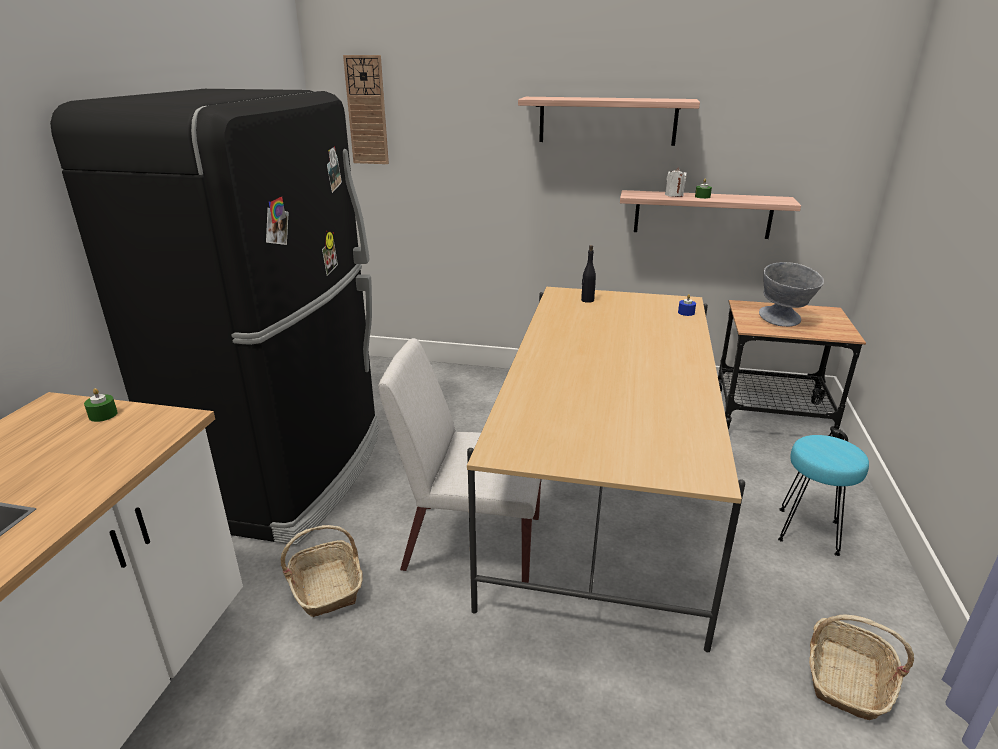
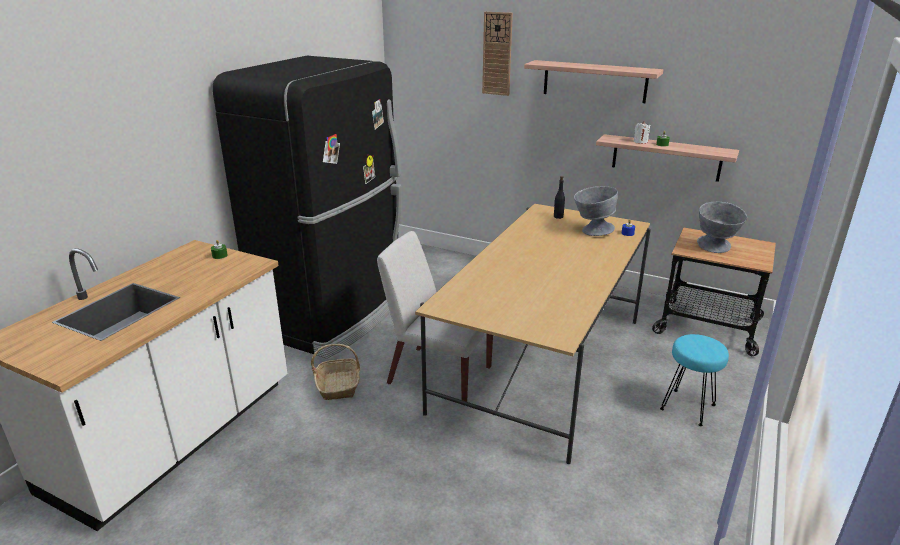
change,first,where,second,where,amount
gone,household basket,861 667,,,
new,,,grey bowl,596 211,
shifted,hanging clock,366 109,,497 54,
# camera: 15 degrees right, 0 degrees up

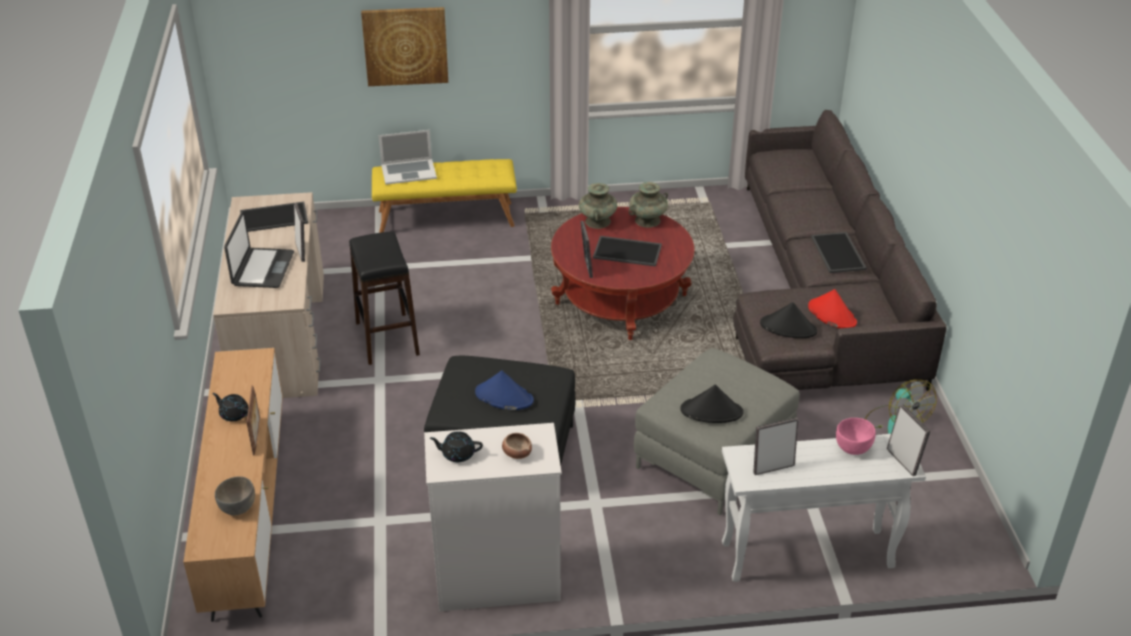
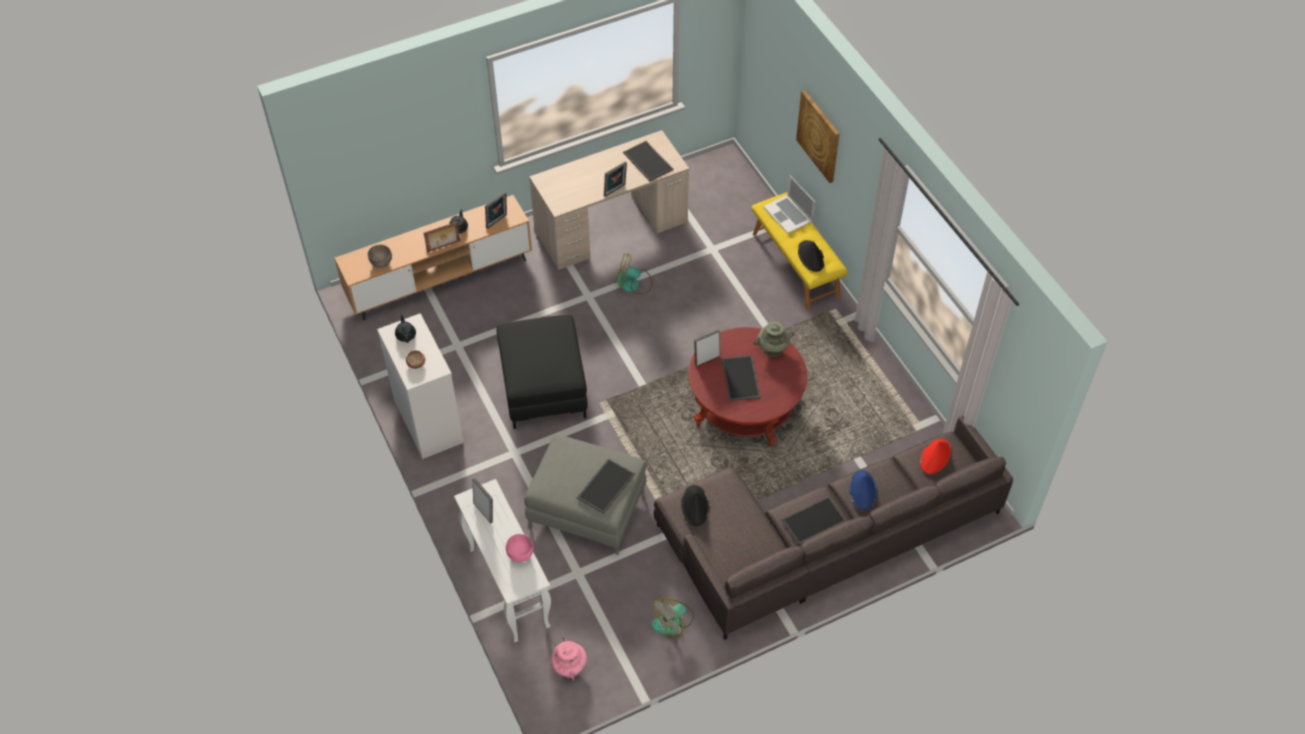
change,first,where,second,where,amount
gone,notebook computer,259 249,,,
gone,turquoise decorative vase,648 205,,,
new,,,pink decorative vase,569 658,
new,,,carrying tray,606 486,
shifted,bluish clothing hat,504 390,,863 490,
shifted,blackish clothing hat,712 404,,811 256,
shifted,reddish clothing hat,832 308,,935 456,
shifted,photo frame,908 440,,496 210,
swapped,blackish stool,384 298,electric fan,633 273,
# camera: 70 degrees right, 15 degrees up

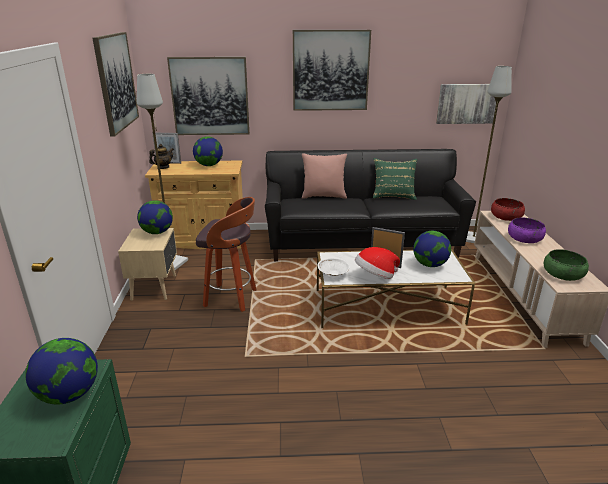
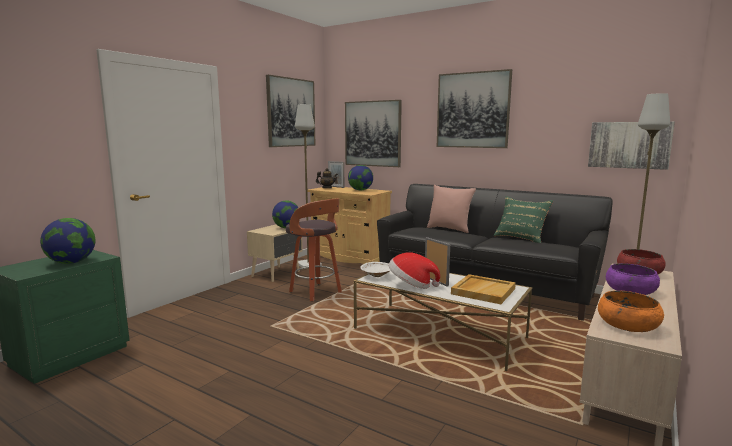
change,first,where,second,where,amount
swapped,desk globe,432 249,sand-coloured carrying tray,483 289,
repainted,green bowl,566 265,orange bowl,631 311,
# camera: 35 degrees right, 15 degrees down

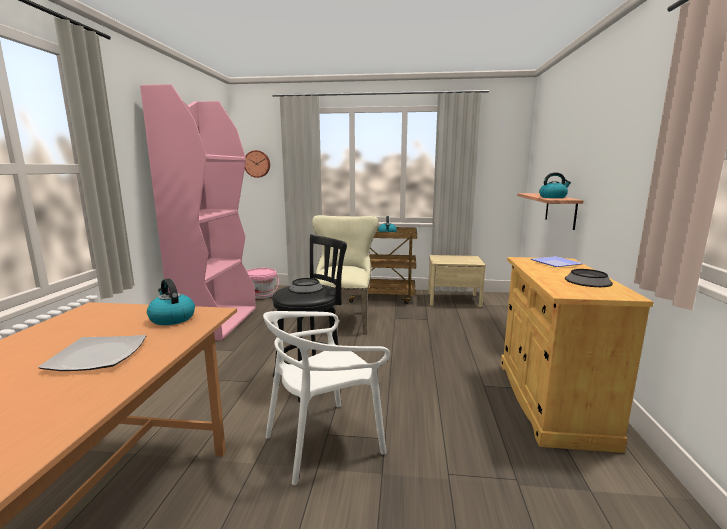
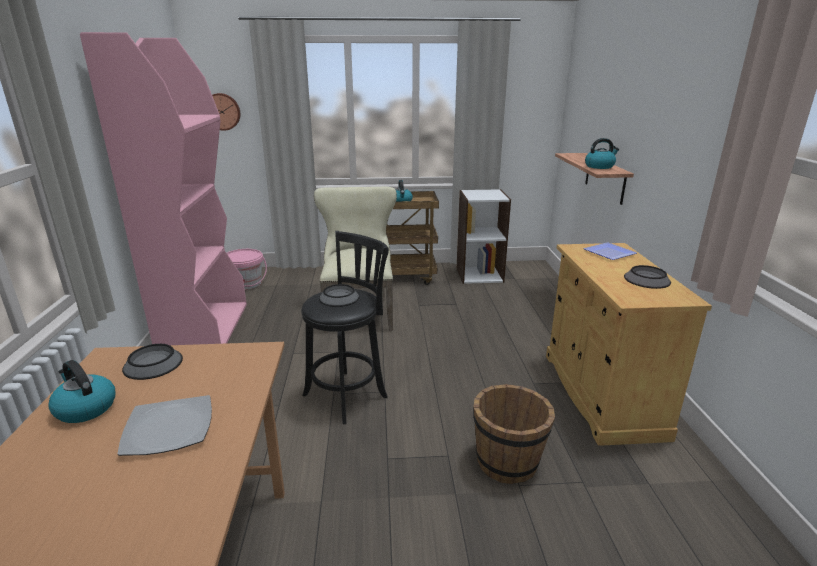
change,first,where,second,where,amount
gone,white-coloured chair,326 398,,,
new,,,bowl,152 362,
new,,,brown-coloured bucket,514 434,
shifted,kettle,171 302,,81 391,
swapped,sand-coloured nightstand,457 281,white-coloured bookshelf,483 236,
# camera: 10 degrees left, 10 degrees up

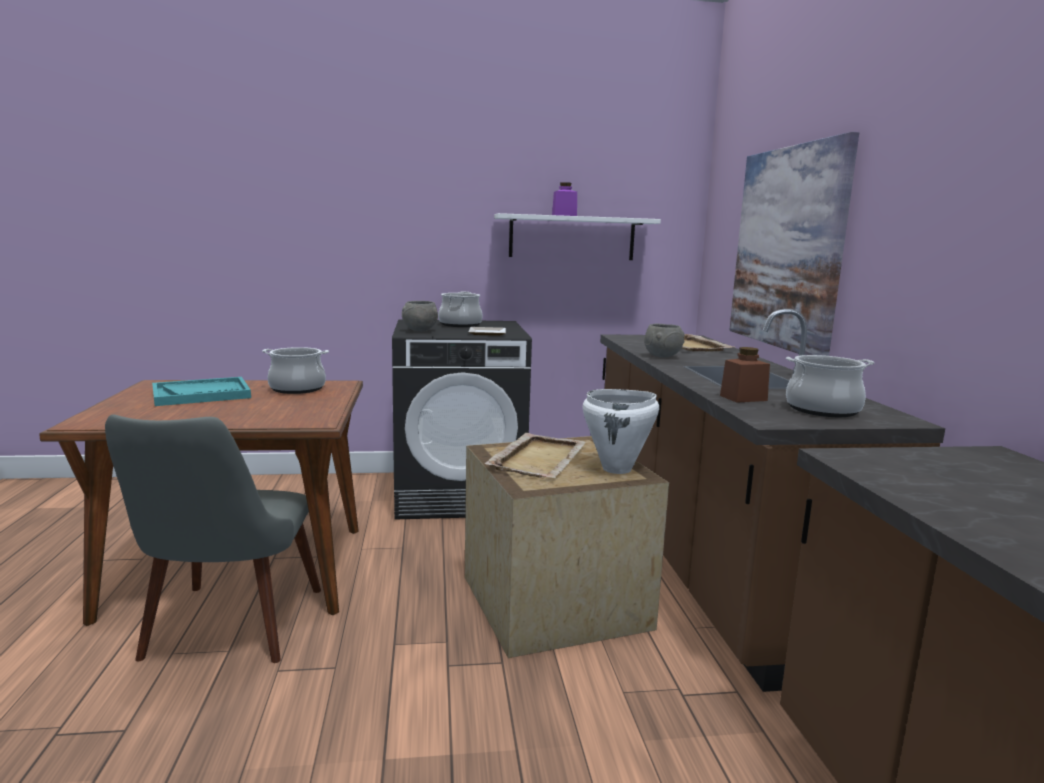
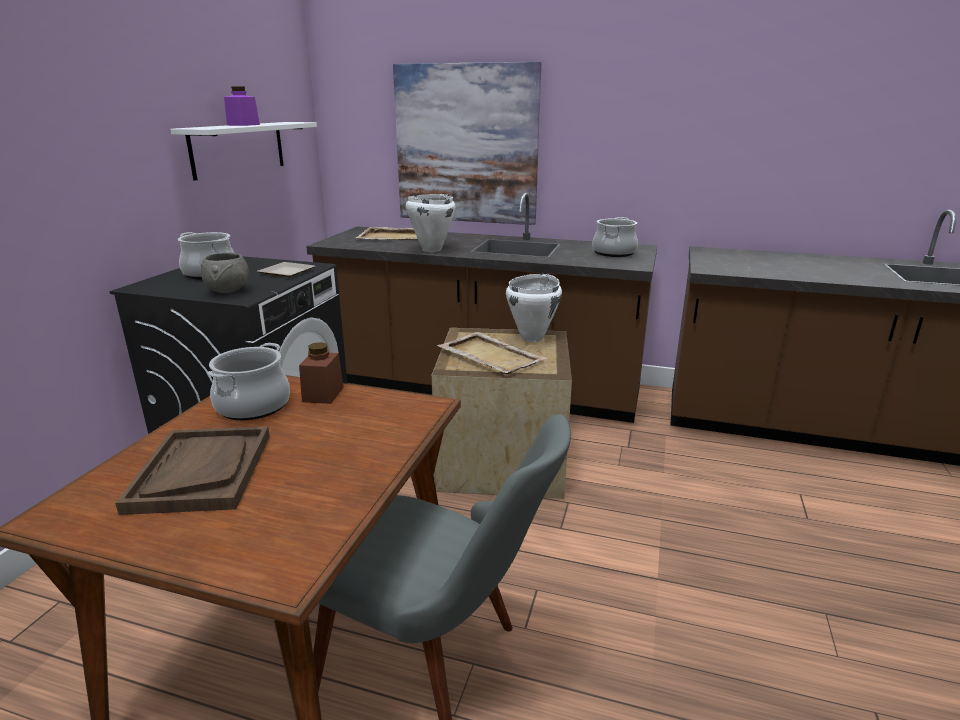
change,first,where,second,where,amount
shifted,brown-coloured storage jar,745 375,,321 373,
swapped,grey bowl,664 340,white-coloured saucepot,430 223,
repainted,turquoise carrying tray,201 391,brown-coloured carrying tray,192 470,
# camera: 65 degrees left, 10 degrees up

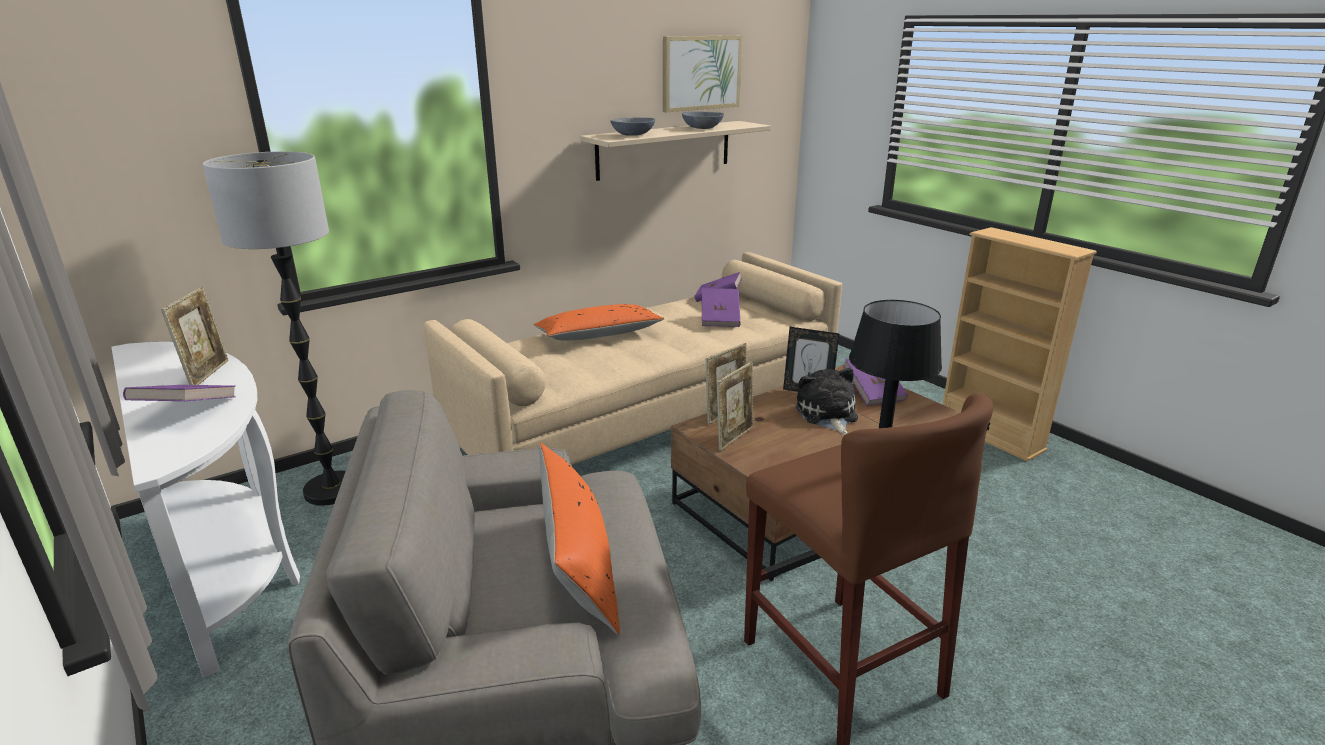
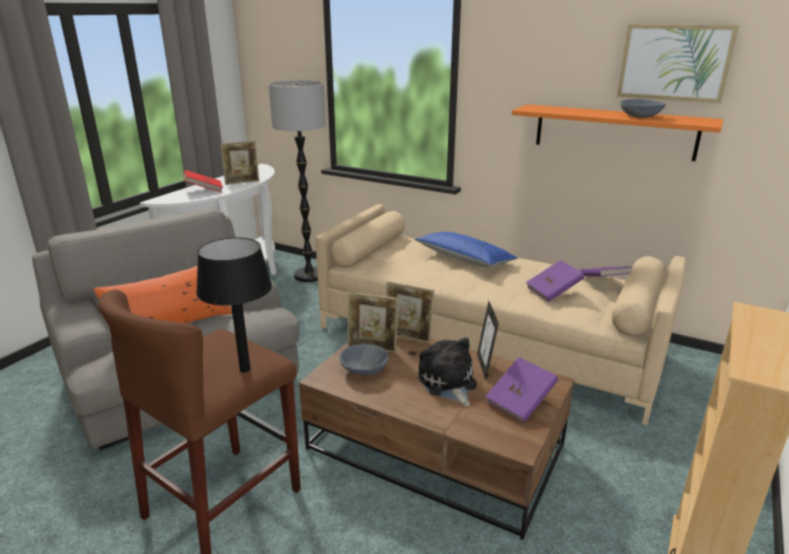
change,first,where,second,where,amount
shifted,grey bowl,633 127,,364 359,
repainted,purple bound book,179 393,reddish bound book,203 181,
repainted,orange pillow,599 322,bluish pillow,465 249,
repainted,sand-coloured wall shelf,675 151,orange wall shelf,617 132,
rotated,soft toy,827 401,,447 371,75 degrees counterclockwise
# camera: 65 degrees right, 0 degrees up

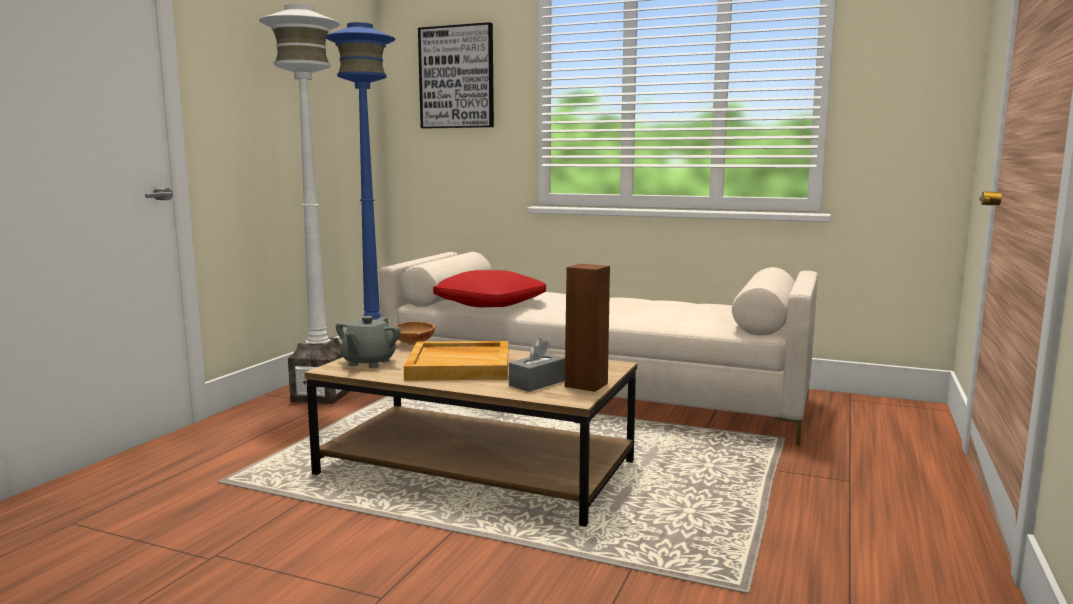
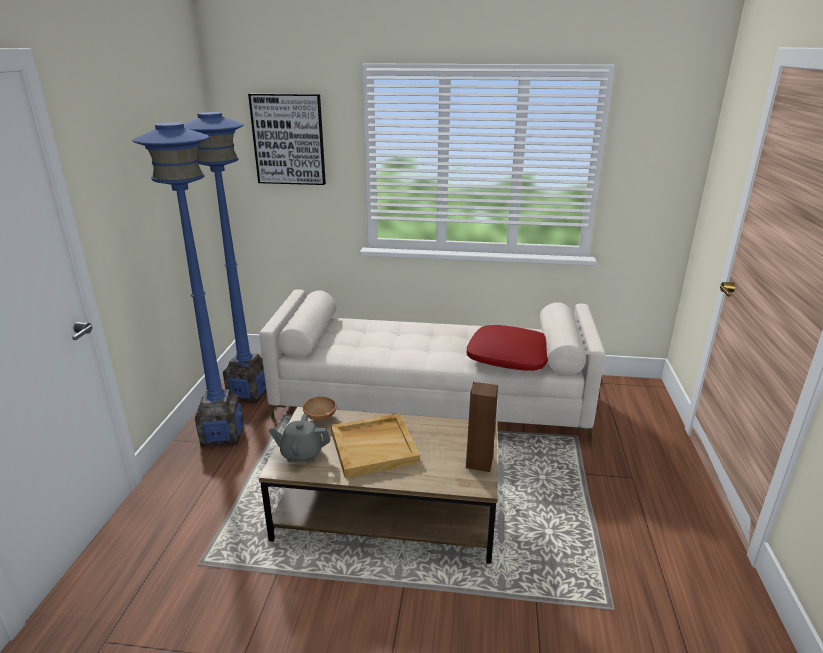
change,first,where,second,where,amount
gone,grey box of tissues,537 365,,,
shifted,reddish pillow,489 288,,507 348,
repainted,white-coloured standing lamp,304 204,bluish standing lamp,188 284,
rotated,grey teapot,368 342,,300 438,90 degrees clockwise
# camera: 15 degrees left, 15 degrees up

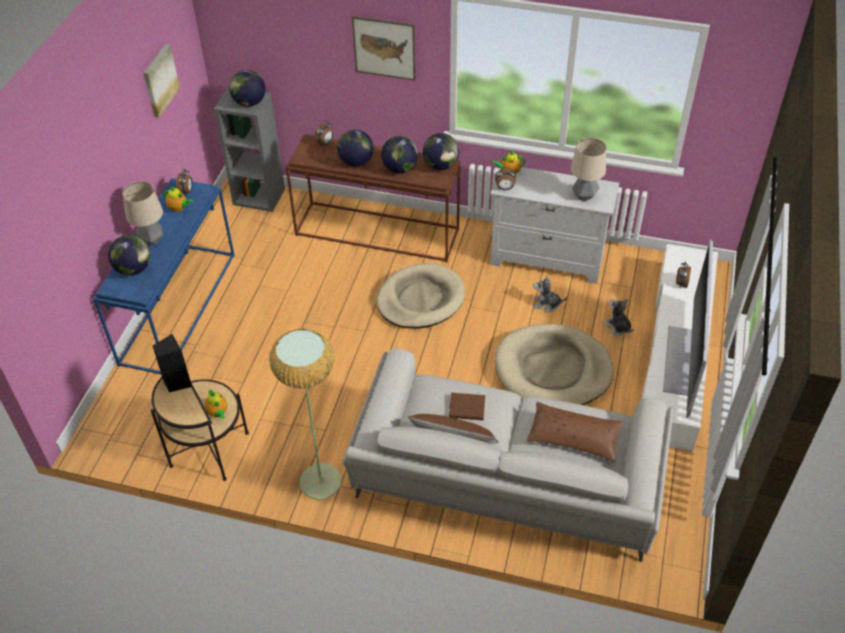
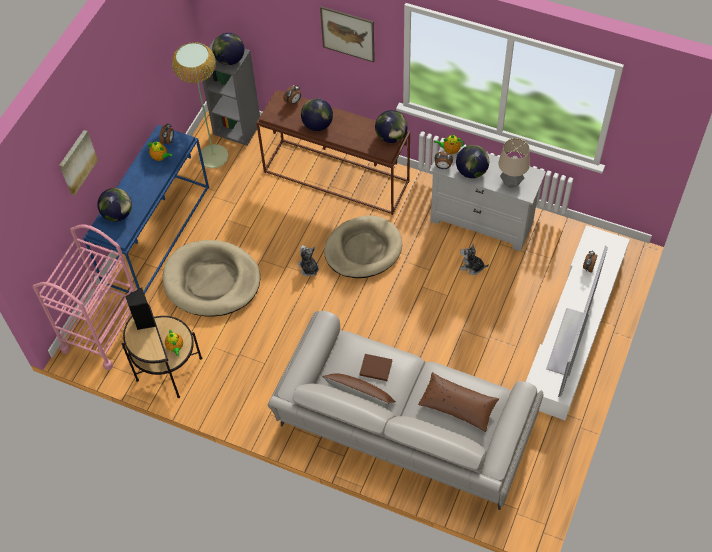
change,first,where,second,where,amount
gone,lamp for a table,142 213,,,
new,,,pink trolley,84 297,
shifted,wall art,161 81,,78 163,
shifted,standing lamp,305 414,,200 105,
shifted,desk globe,399 154,,472 161,
shifted,sand-coloured dog bed,554 364,,211 278,
shifted,soft toy,618 317,,308 260,
# camera: 10 degrees right, 10 degrees up

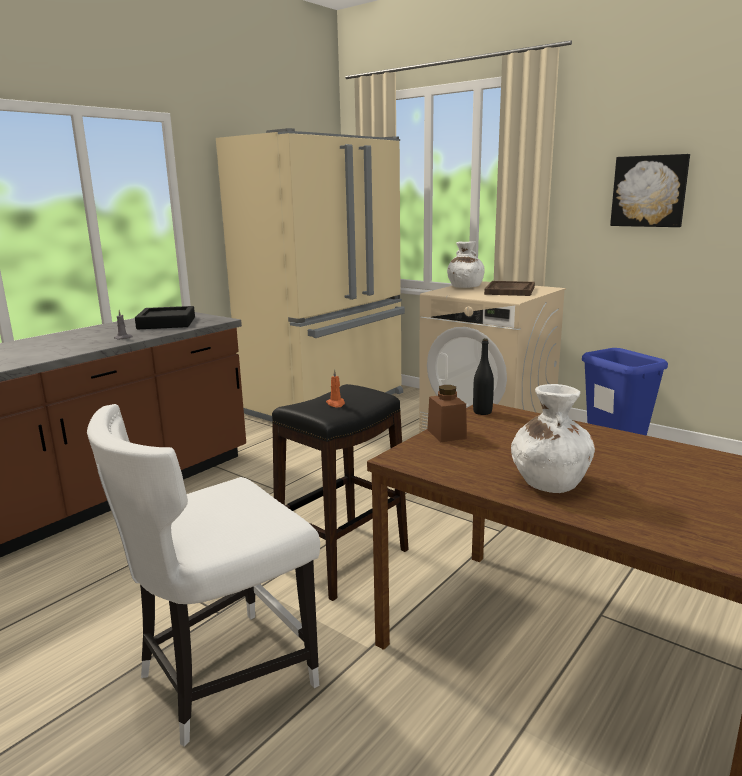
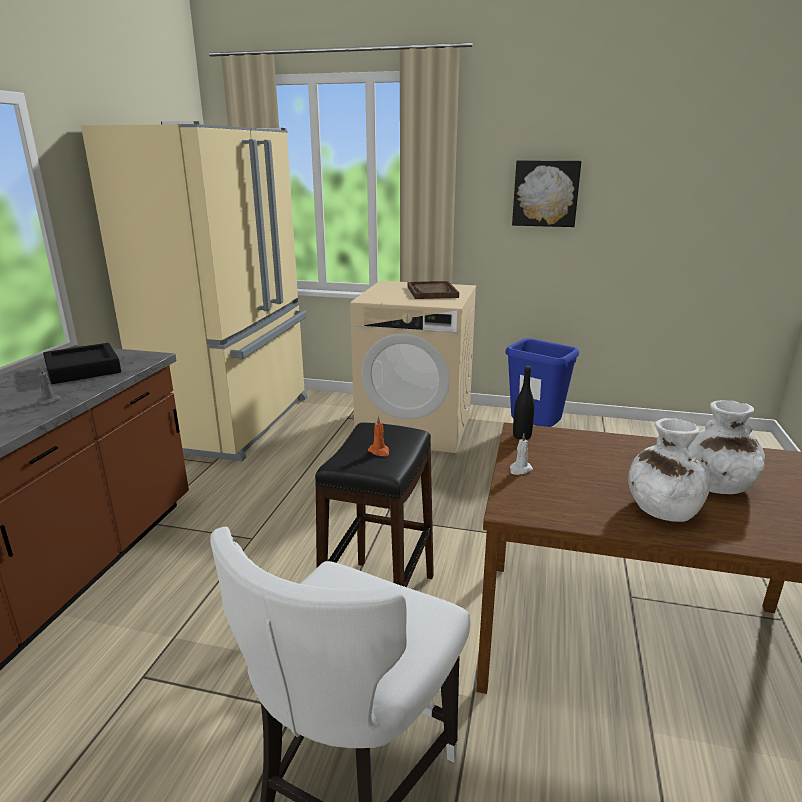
change,first,where,second,where,amount
shifted,white-coloured decorative vase,466 264,,726 447,
swapped,brown-coloured storage jar,447 413,white-coloured candle,521 454,
# camera: 25 degrees left, 5 degrees up

